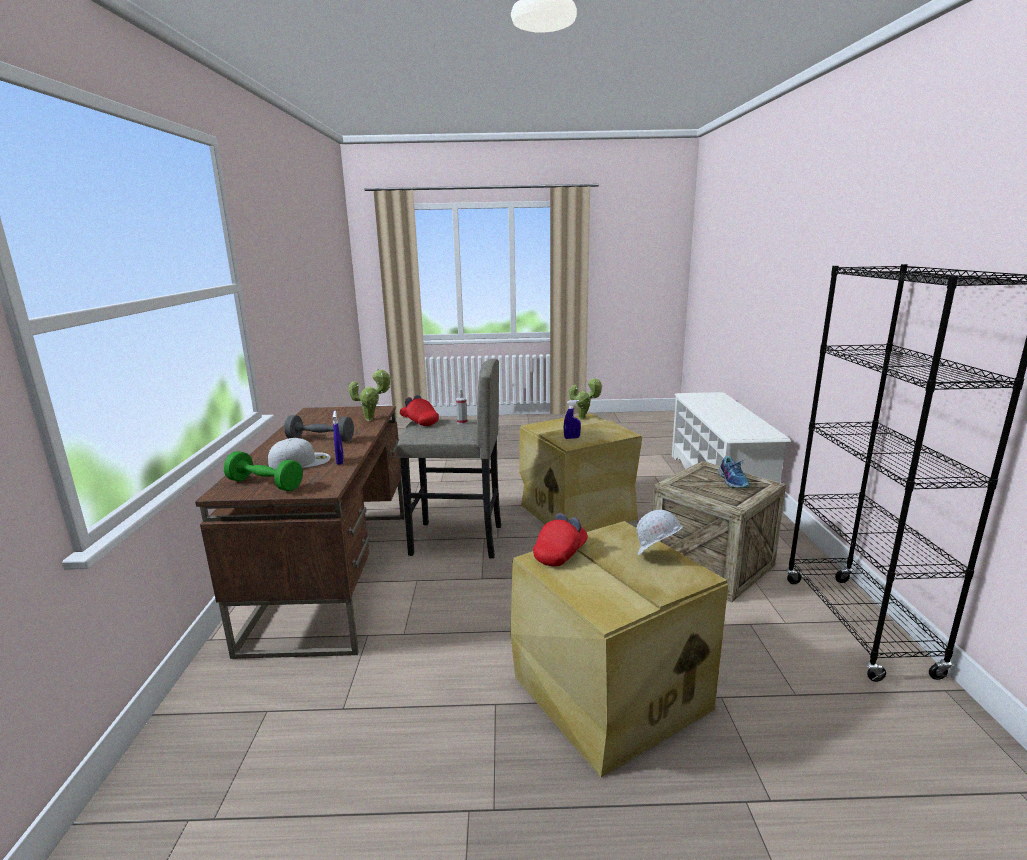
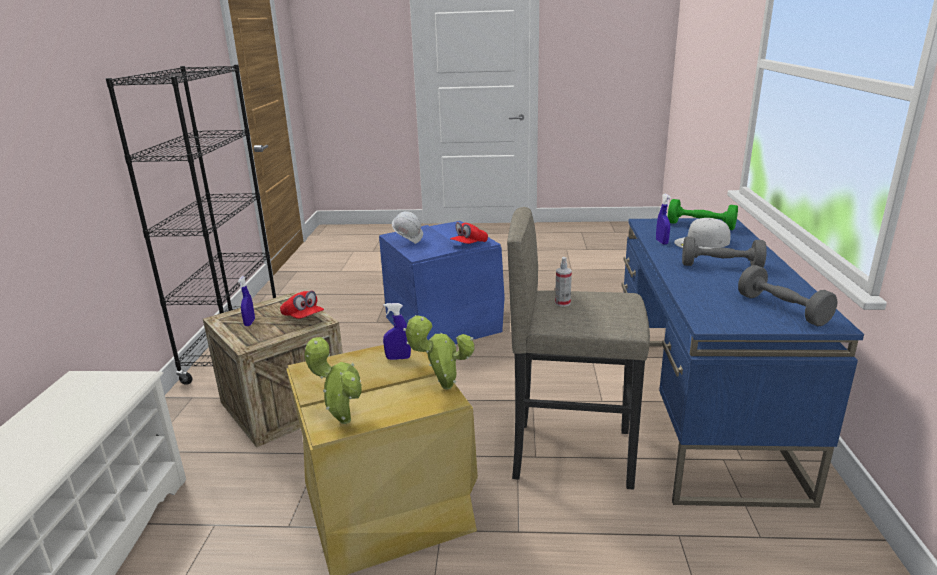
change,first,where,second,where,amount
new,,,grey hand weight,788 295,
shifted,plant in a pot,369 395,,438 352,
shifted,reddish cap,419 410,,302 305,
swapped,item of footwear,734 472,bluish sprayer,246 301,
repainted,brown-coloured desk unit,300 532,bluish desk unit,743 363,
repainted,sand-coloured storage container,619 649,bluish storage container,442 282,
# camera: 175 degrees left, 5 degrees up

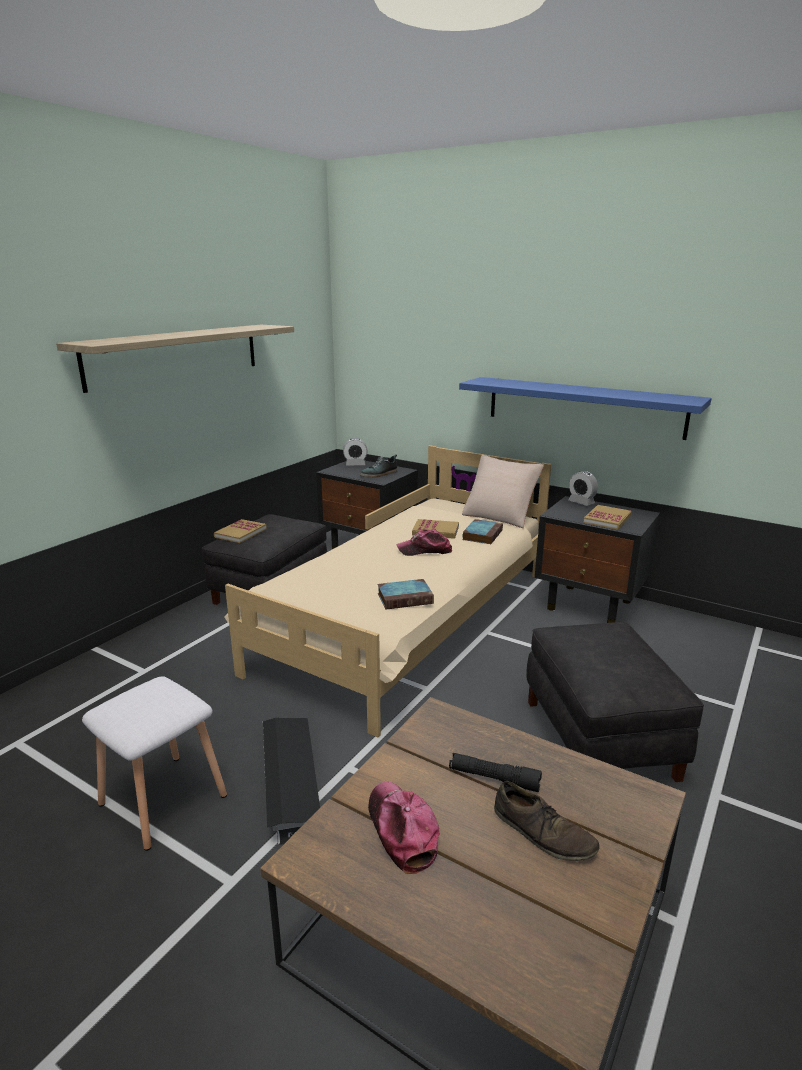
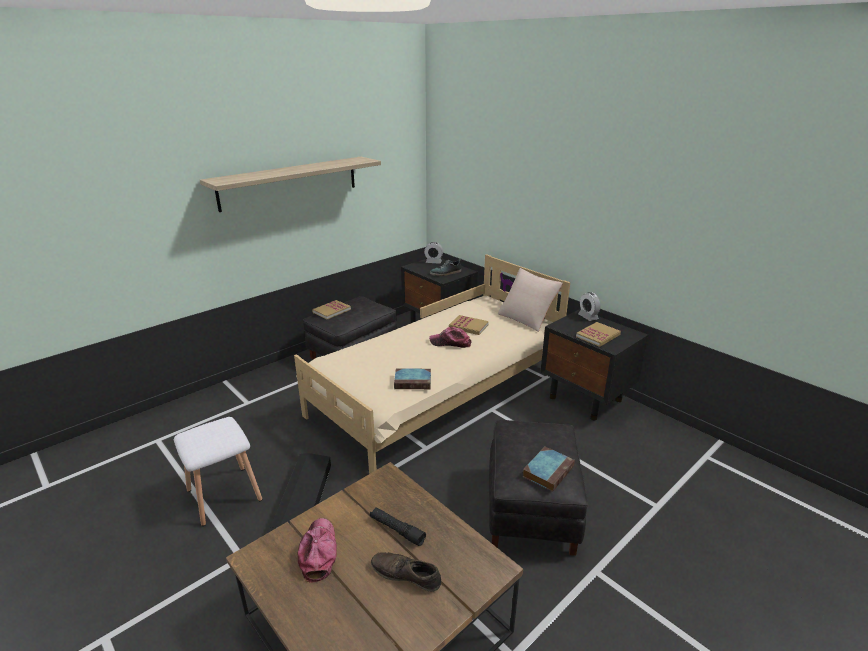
change,first,where,second,where,amount
gone,bluish wall shelf,585 408,,,
shifted,bound book,482 531,,549 469,
rotated,brown-coloured item of footwear,547 821,,406 572,150 degrees clockwise
# camera: 15 degrees right, 5 degrees up

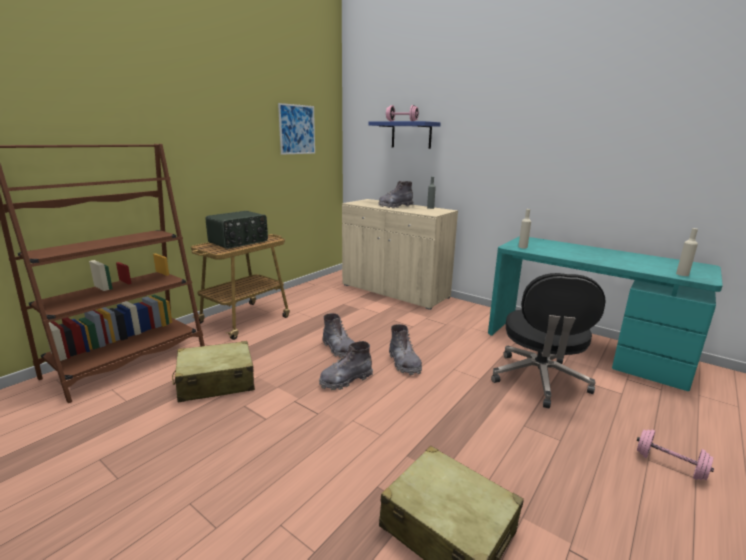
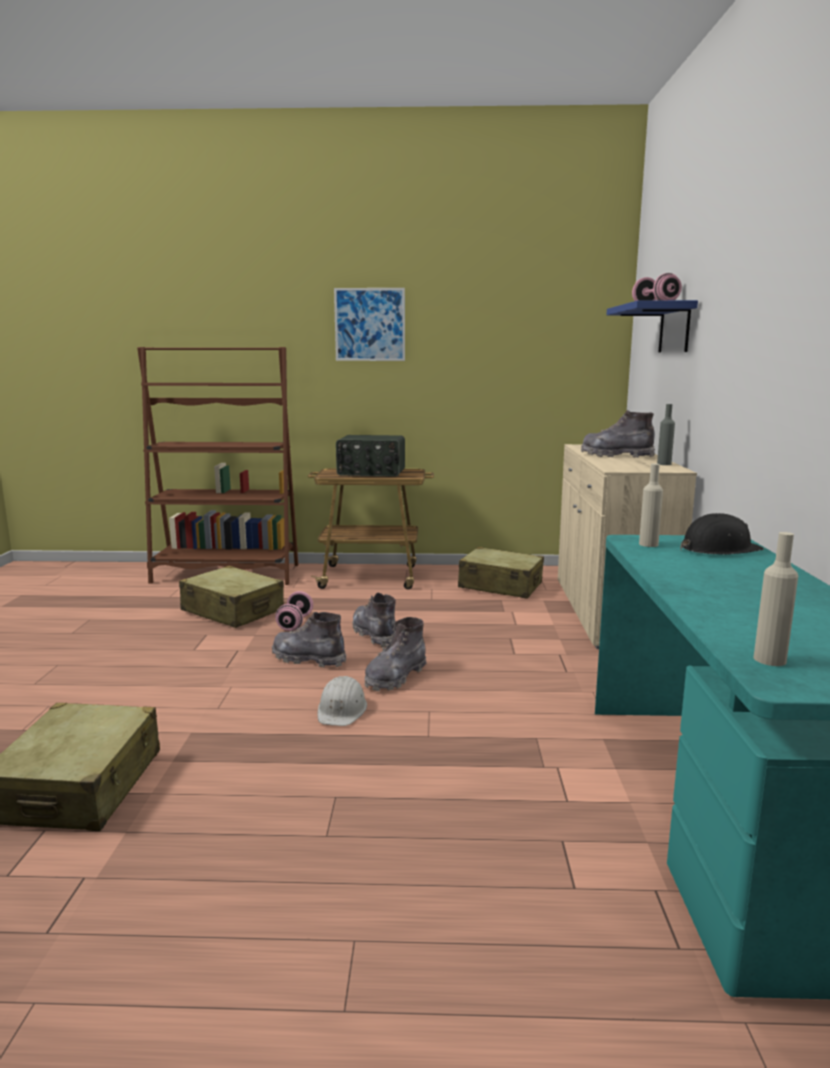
change,first,where,second,where,amount
gone,blackish desk chair,548 341,,,
new,,,white-coloured work helmet,342 701,
new,,,sand-coloured travel case,501 573,
new,,,blackish work helmet,722 534,
shifted,wall art,296 129,,369 324,
shifted,pink hand weight,675 455,,294 611,
rotated,grey boot,339 335,,374 619,135 degrees clockwise
# camera: 55 degrees right, 5 degrees down

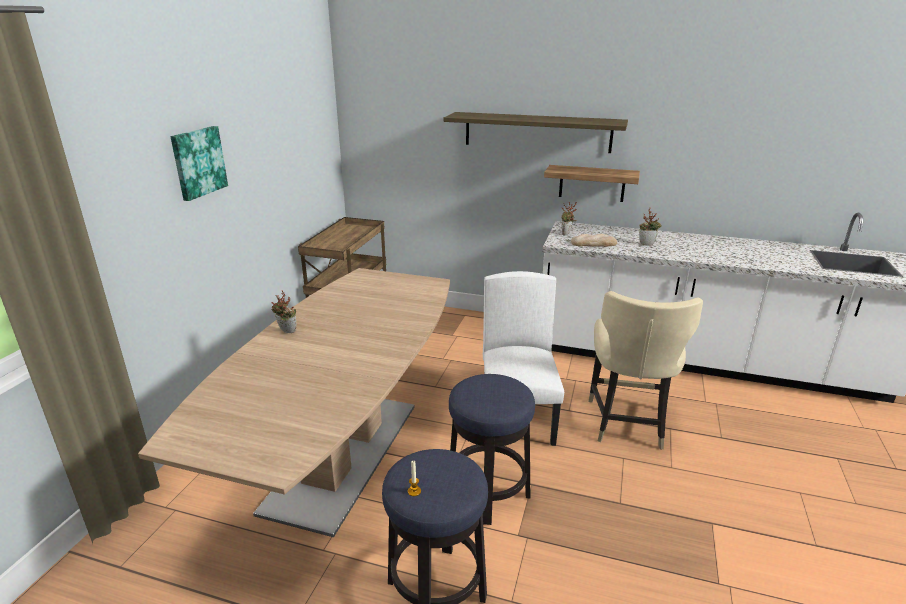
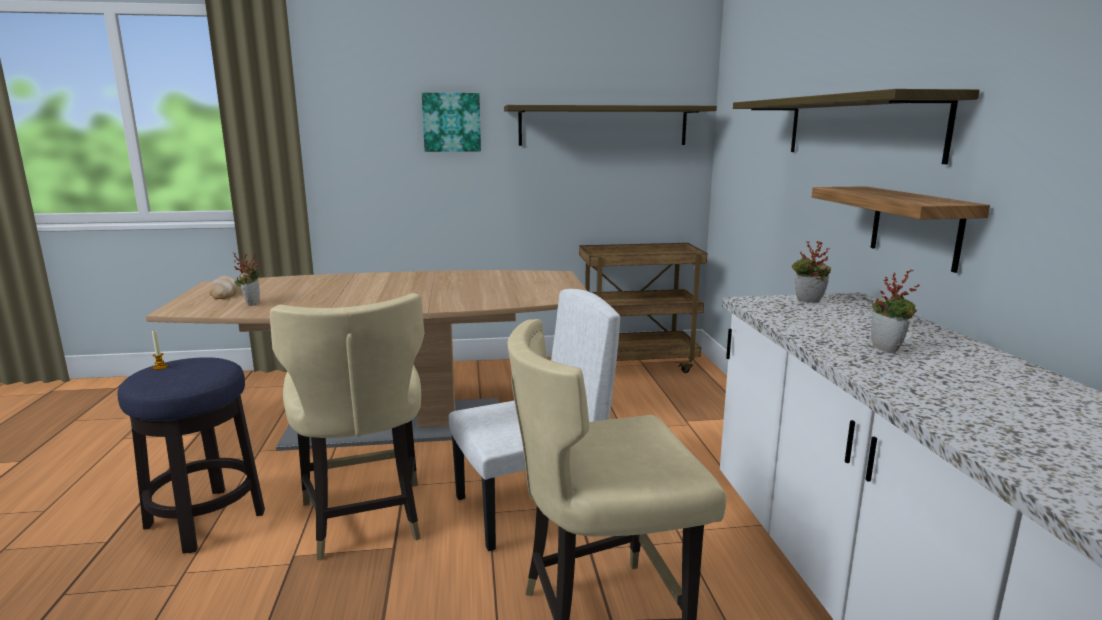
change,first,where,second,where,amount
new,,,wall shelf,610 125,
shifted,plant in a pot,283 312,,246 279,
shifted,bread,594 240,,224 287,
swapped,stool,492 449,sand-coloured chair,347 426,
# camera: 65 degrees right, 10 degrees down

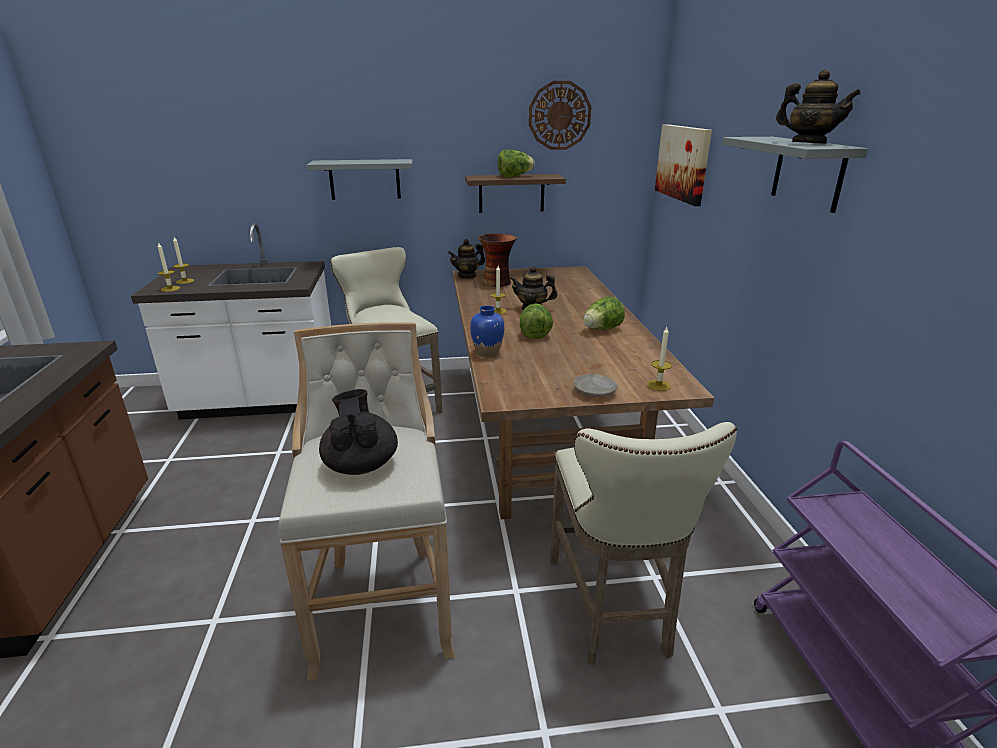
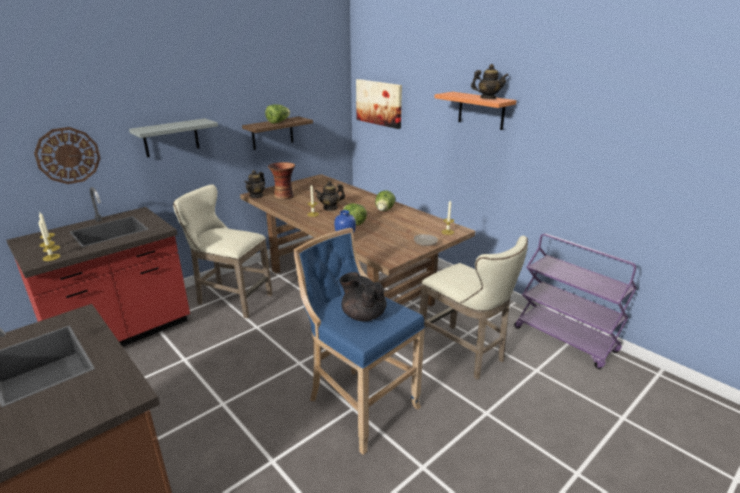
change,first,where,second,where,amount
shifted,hanging clock,560 115,,67 155,
repainted,white-coloured kitchen base unit,231 321,reddish kitchen base unit,98 267,
repainted,sand-coloured stool,367 501,bluish stool,359 341,
repainted,grey wall shelf,795 175,orange wall shelf,475 111,
# camera: 35 degrees left, 0 degrees up

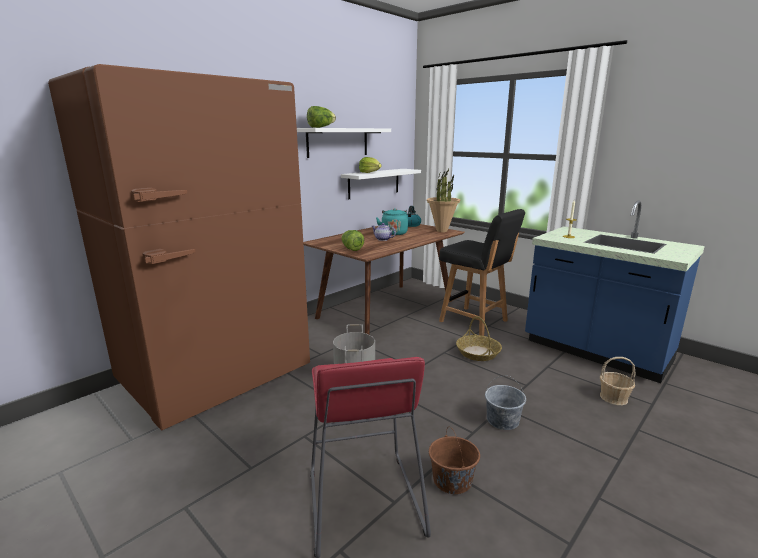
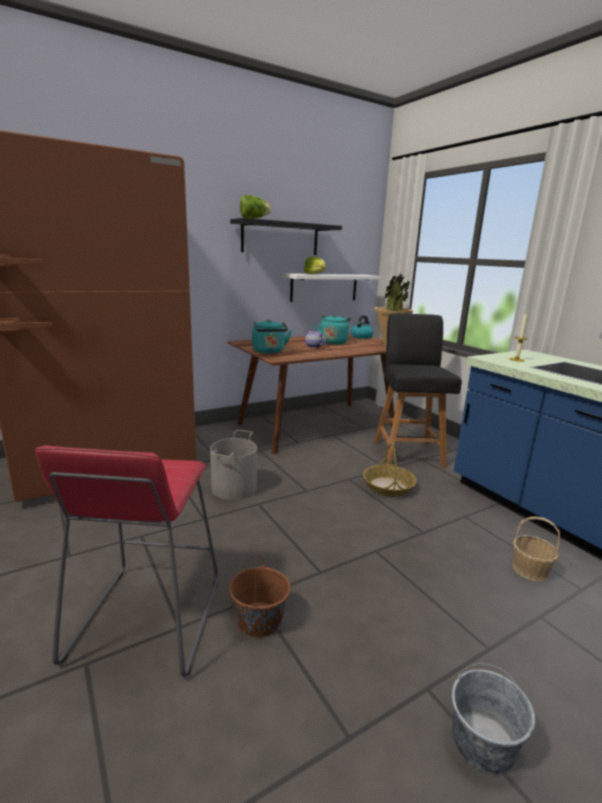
change,first,where,second,where,amount
shifted,grey bucket,505 403,,493 719,
swapped,lettuce,353 240,turquoise kettle,271 336,
repainted,white-coloured wall shelf,344 143,blackish wall shelf,286 236,
rotated,blackish chair,482 272,,418 390,150 degrees counterclockwise
# camera: 15 degrees right, 0 degrees up

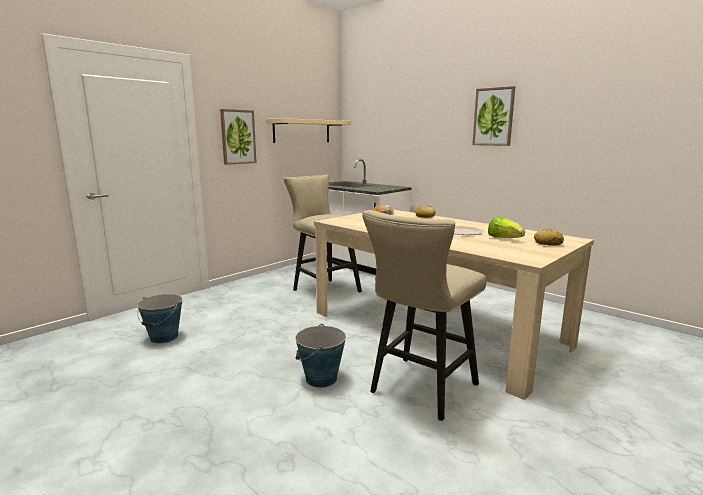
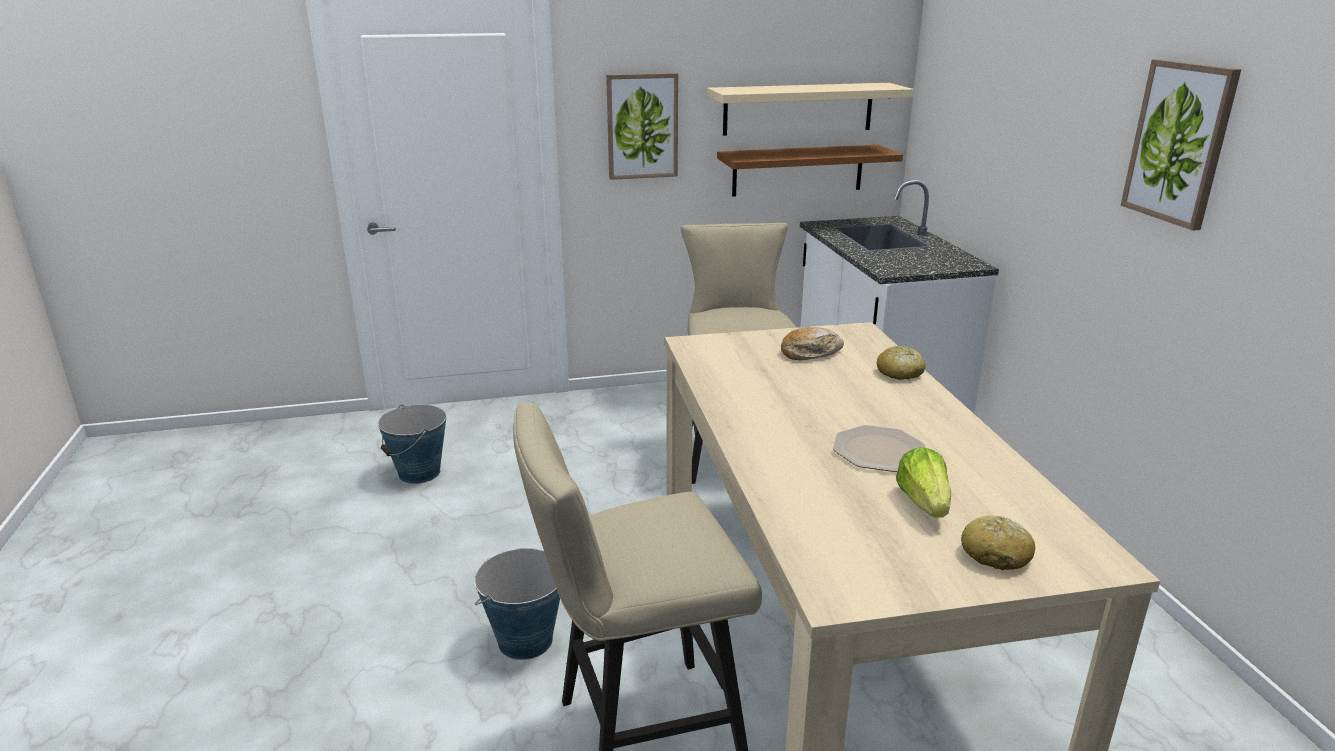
change,first,where,second,where,amount
new,,,brown-coloured wall shelf,810 171,
# camera: 35 degrees right, 10 degrees up

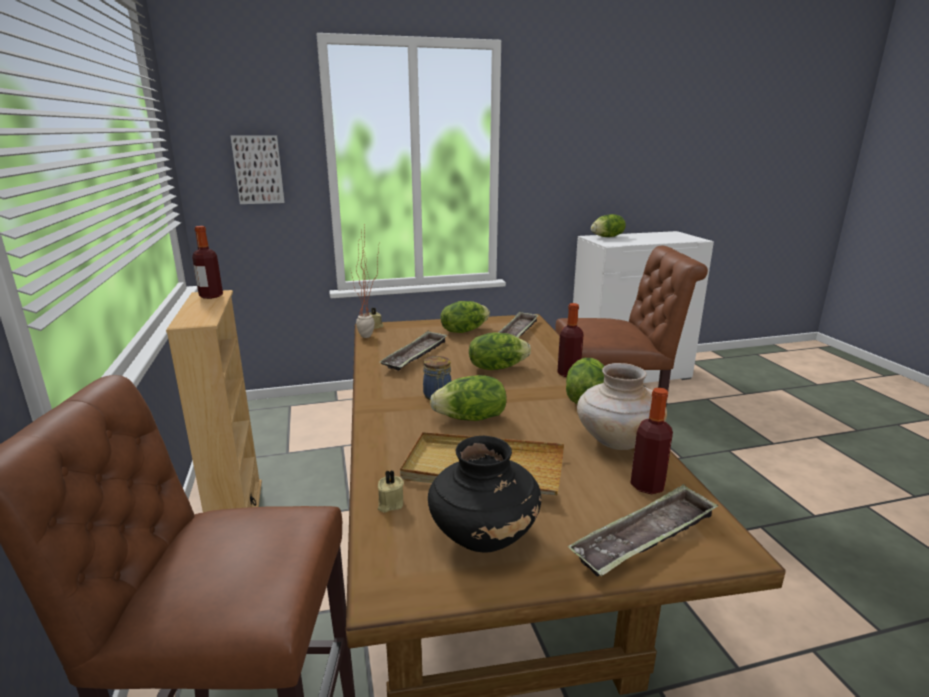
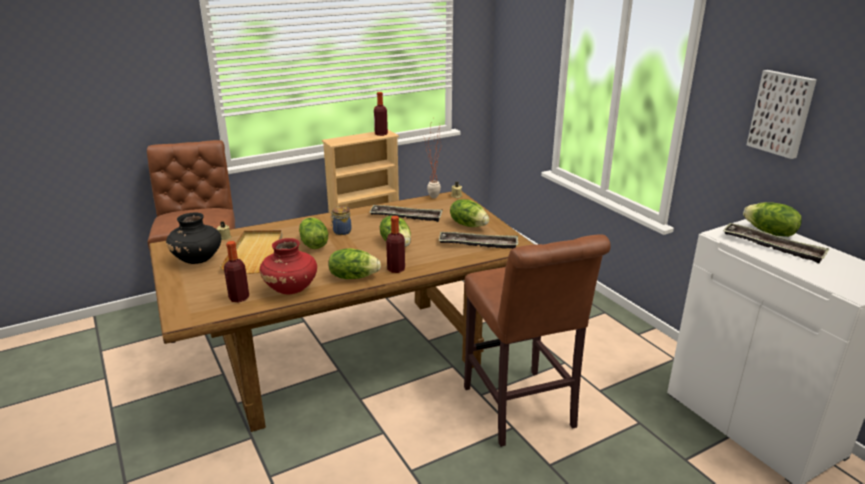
change,first,where,second,where,amount
shifted,wall art,258 169,,782 114,
shifted,carrying tray,643 530,,776 242,
repainted,sand-coloured decorative vase,622 406,reddish decorative vase,288 266,
# camera: 75 degrees right, 5 degrees up

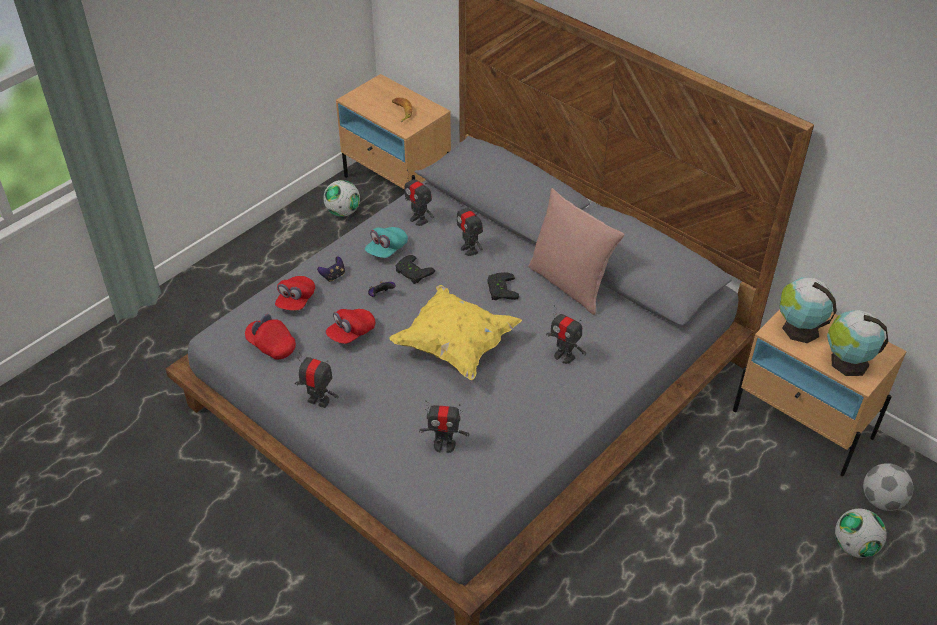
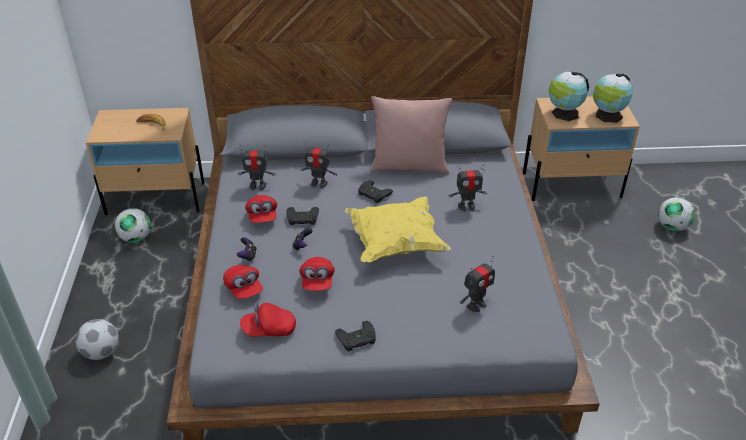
change,first,where,second,where,amount
shifted,ball for football,888 487,,97 339,
swapped,robot figure,317 380,blackish game controller,355 336,
repainted,turquoise cap,386 242,reddish cap,261 209,
# camera: 45 degrees left, 5 degrees down

